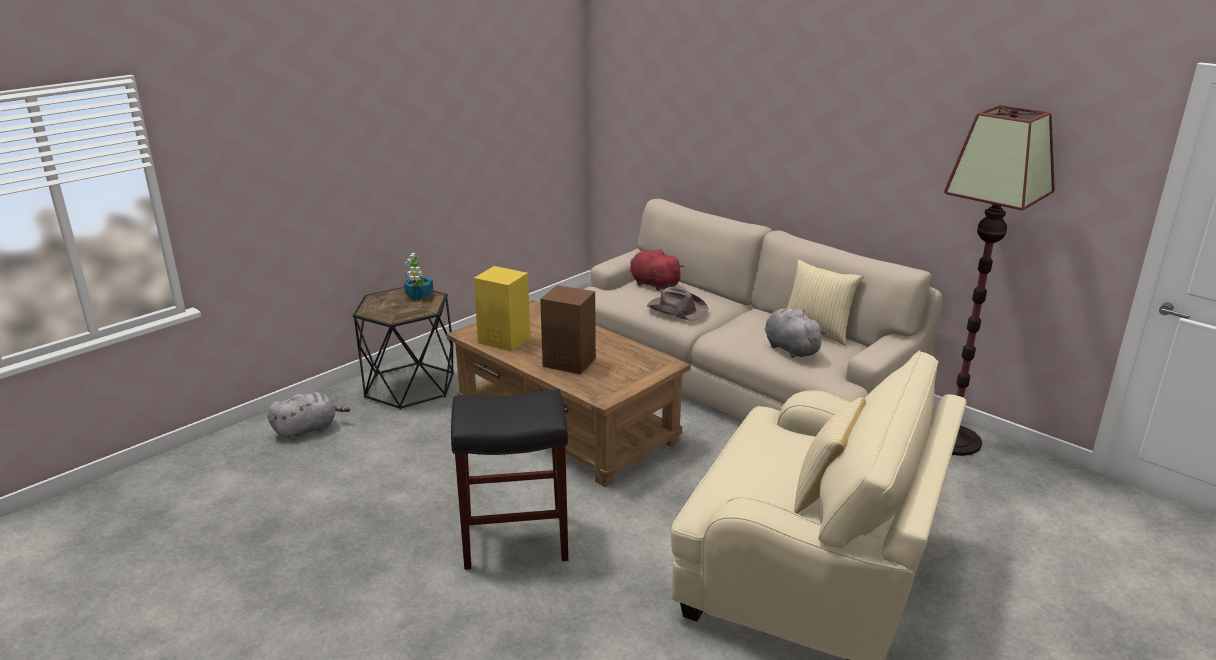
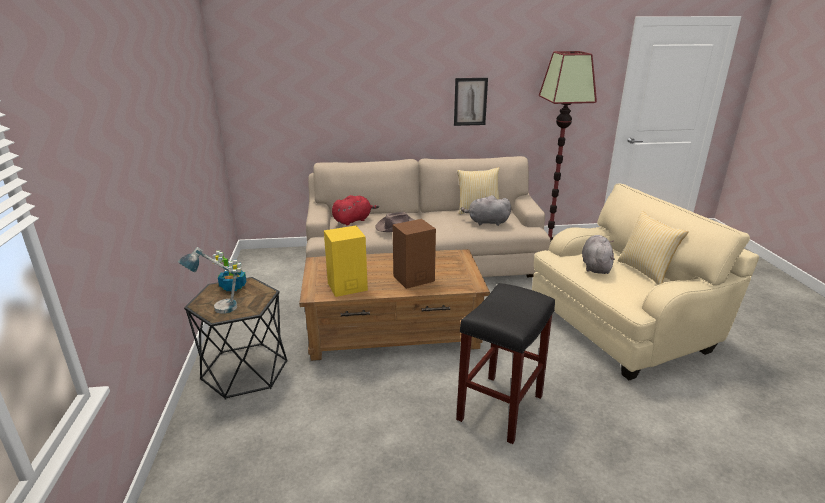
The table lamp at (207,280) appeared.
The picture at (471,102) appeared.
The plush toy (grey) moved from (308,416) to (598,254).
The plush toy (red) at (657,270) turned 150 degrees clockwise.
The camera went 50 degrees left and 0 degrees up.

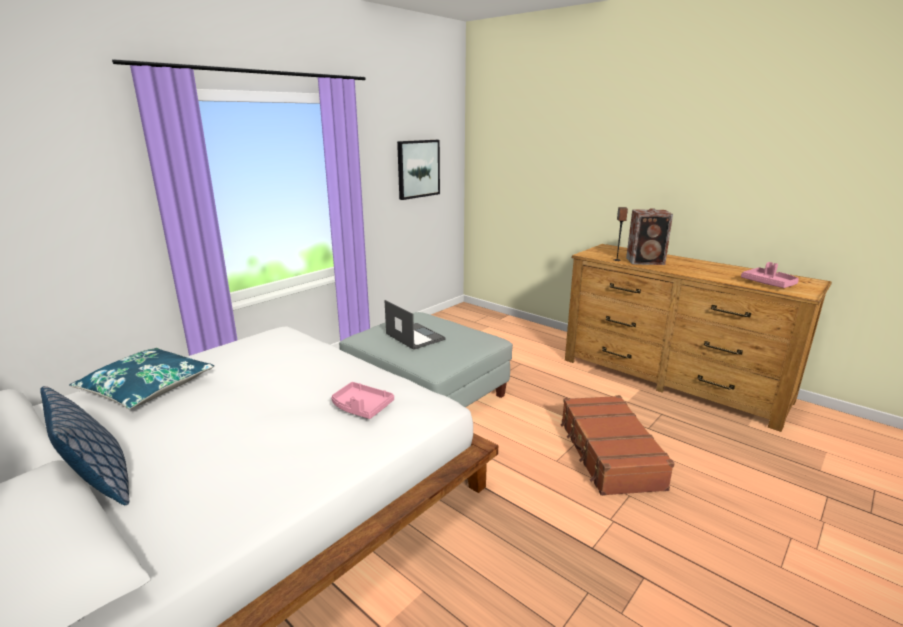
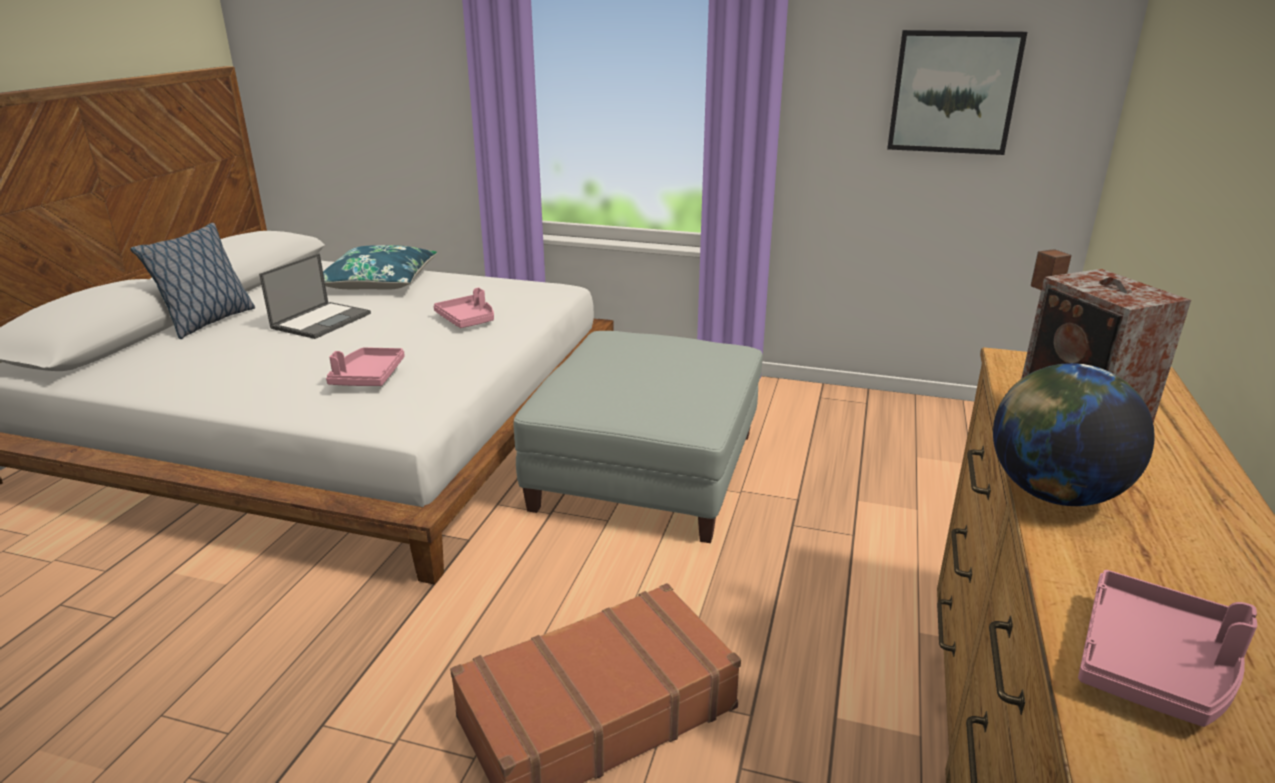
The tray (pink) at (464,308) appeared.
The globe at (1074,434) appeared.
The laptop moved from (415,325) to (315,296).
The camera went 65 degrees right and 5 degrees up.

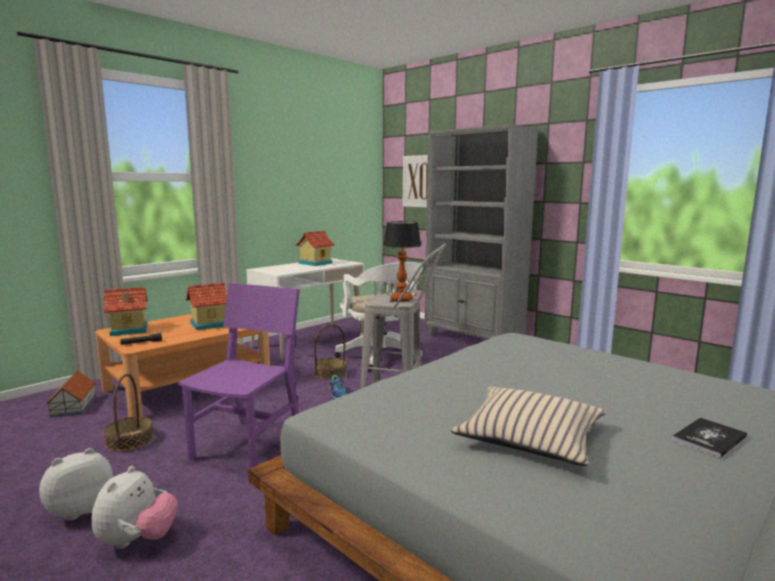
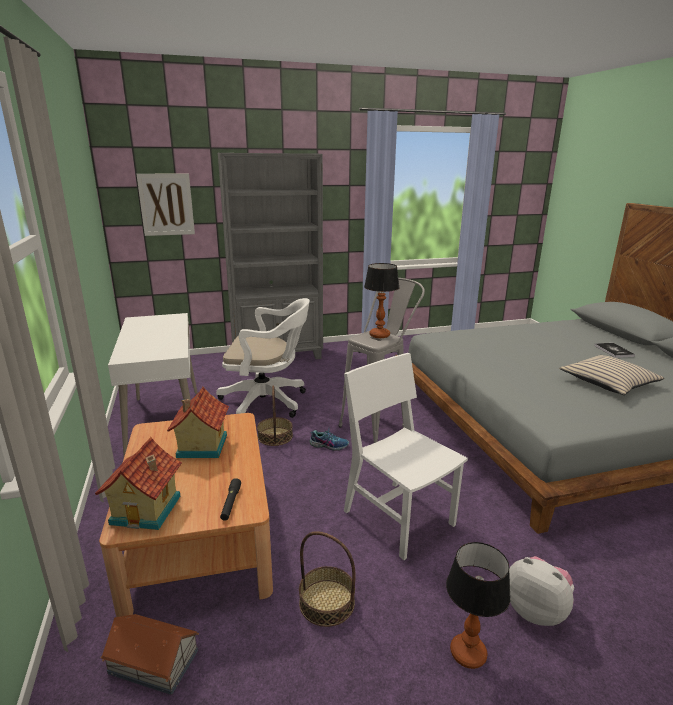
The toy house at (315,248) disappeared.
The plush toy at (76,484) was replaced by the table lamp at (478,605).
The chair (purple) at (239,376) became the chair (white) at (406,456).
The camera went 60 degrees left and 10 degrees up.

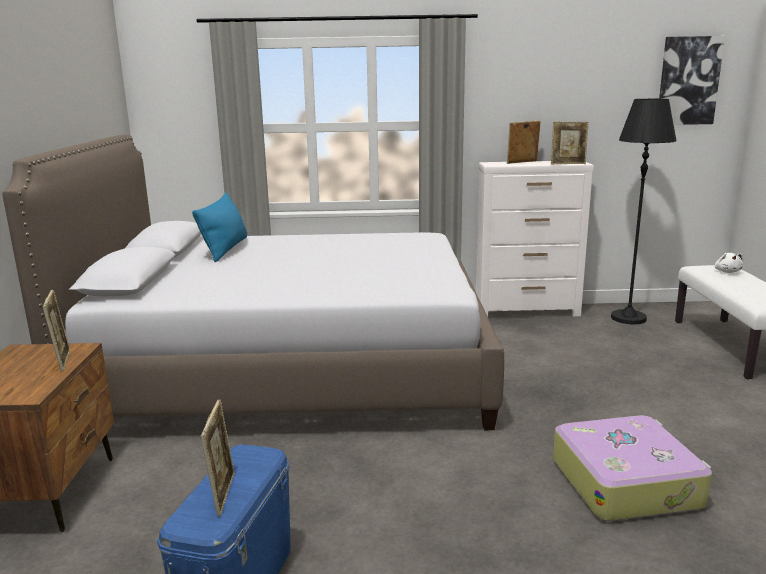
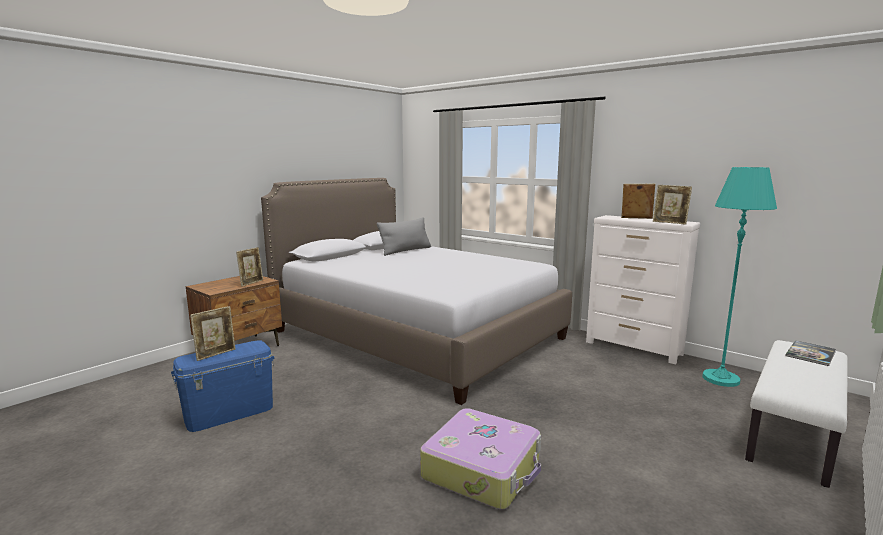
The picture at (692,80) disappeared.
The plush toy (white) at (729,263) was replaced by the book at (810,353).
The pillow (blue) at (219,227) became the pillow (grey) at (404,236).
The floor lamp (black) at (644,211) became the floor lamp (turquoise) at (739,277).
The camera went 40 degrees right and 5 degrees down.

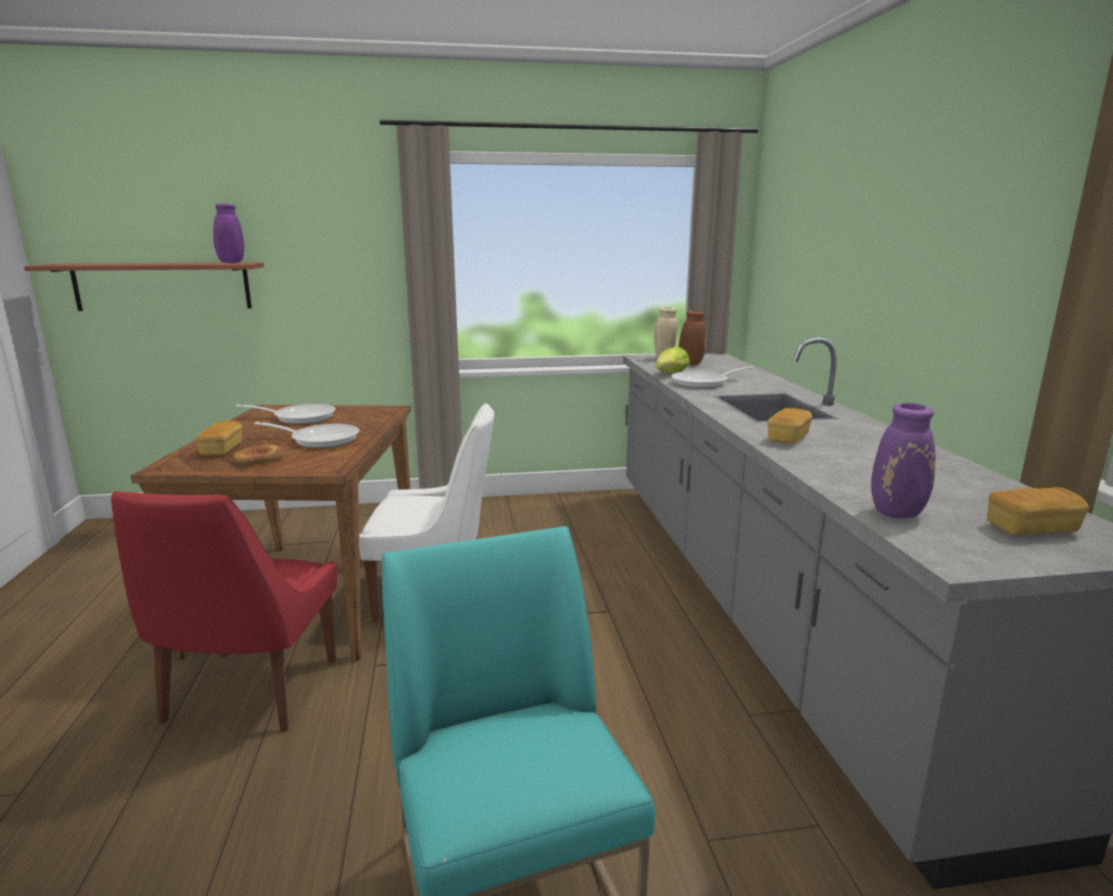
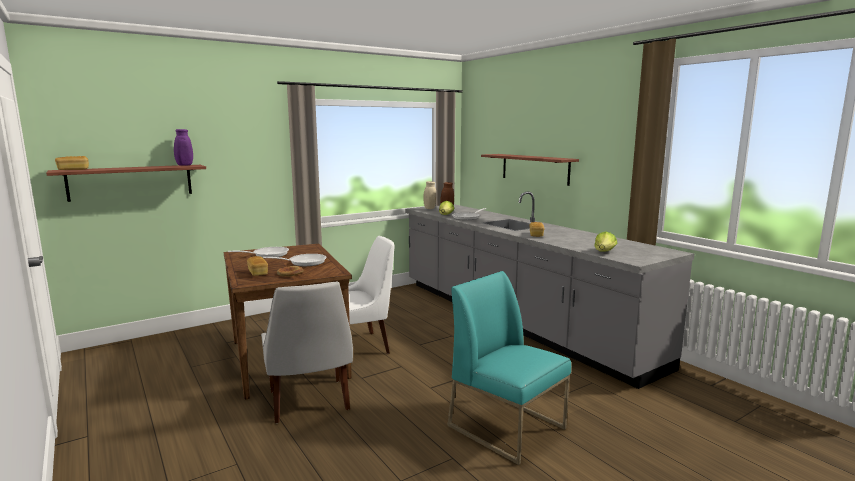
The shelf at (530,170) appeared.
The bread moved from (1038,511) to (72,163).
The vase (purple) at (903,460) was replaced by the lettuce at (605,241).
The chair (red) at (224,611) became the chair (white) at (307,352).
The camera went 25 degrees left and 5 degrees down.

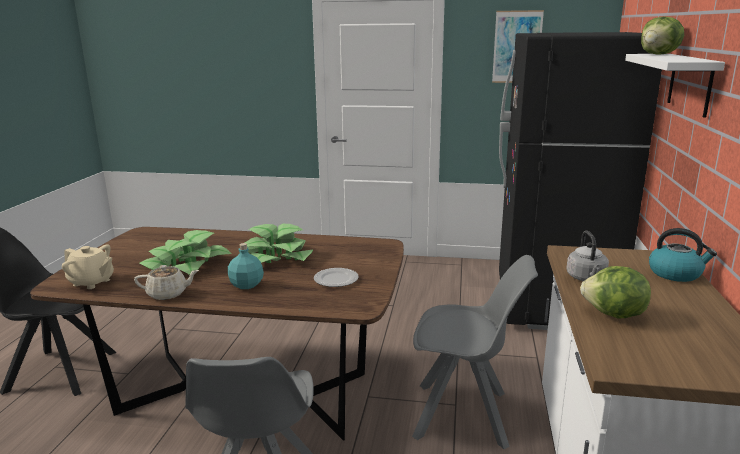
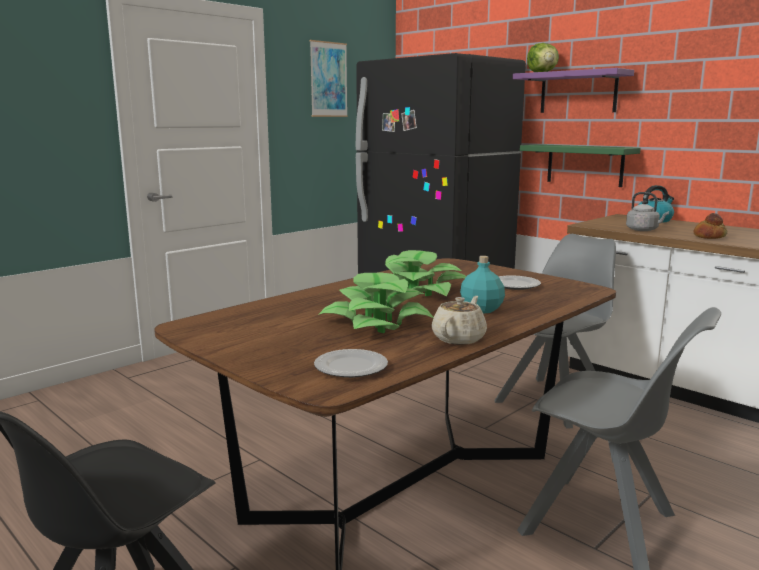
The shelf (green) at (580,165) appeared.
The teapot (beige) at (88,266) was replaced by the plate at (351,363).
The lettuce at (615,292) was replaced by the bread at (710,226).
The shelf (white) at (675,86) became the shelf (purple) at (573,90).
The camera went 55 degrees left and 5 degrees down.

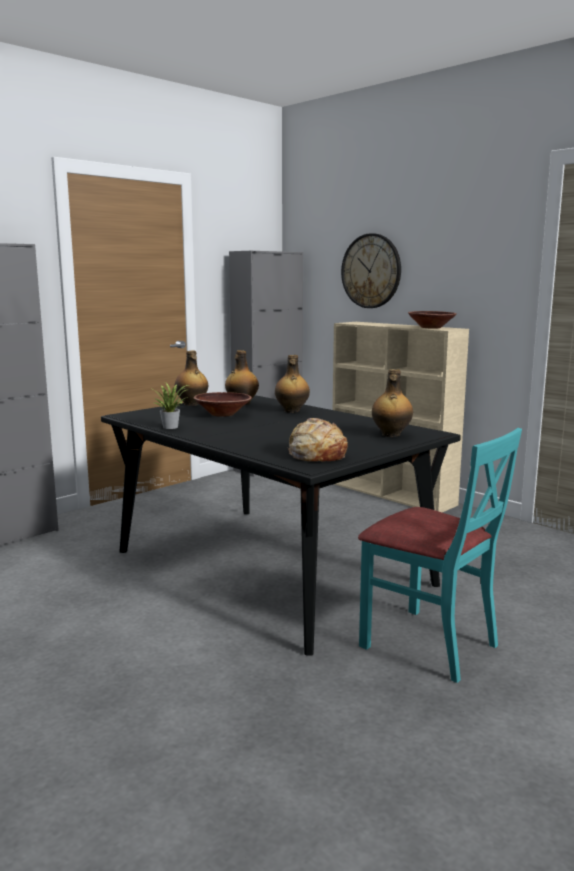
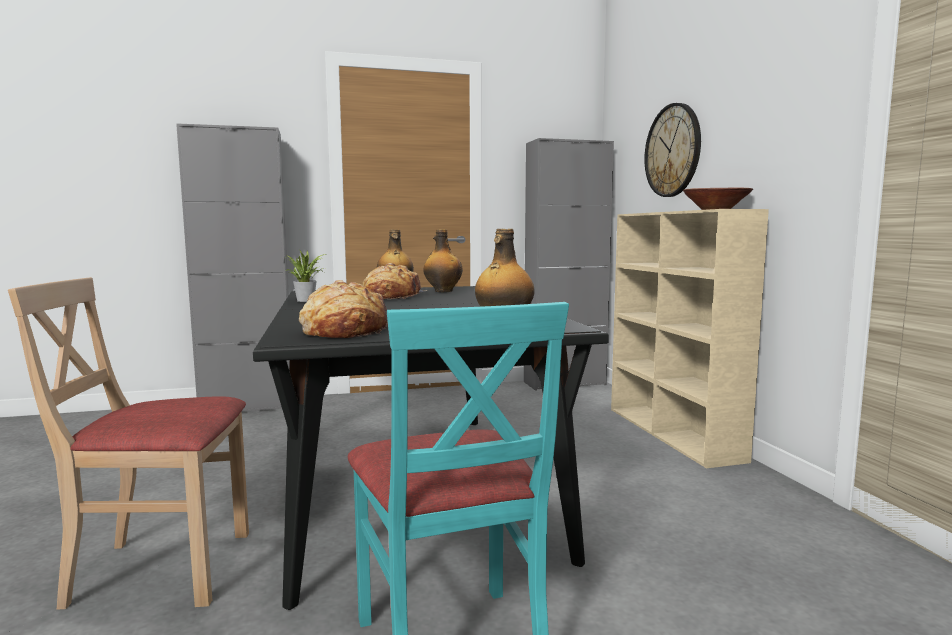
The bottle at (292,384) disappeared.
The chair (beige) at (128,443) appeared.
The bowl (brown) at (223,404) was replaced by the bread at (395,281).
The camera went 30 degrees right and 5 degrees down.

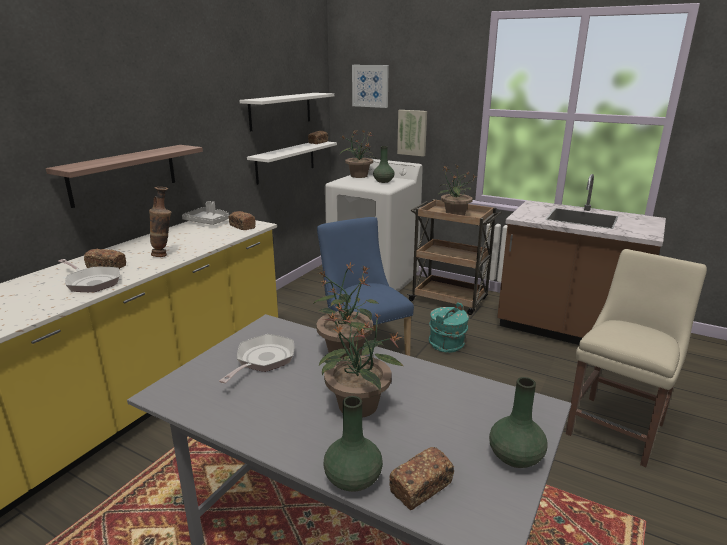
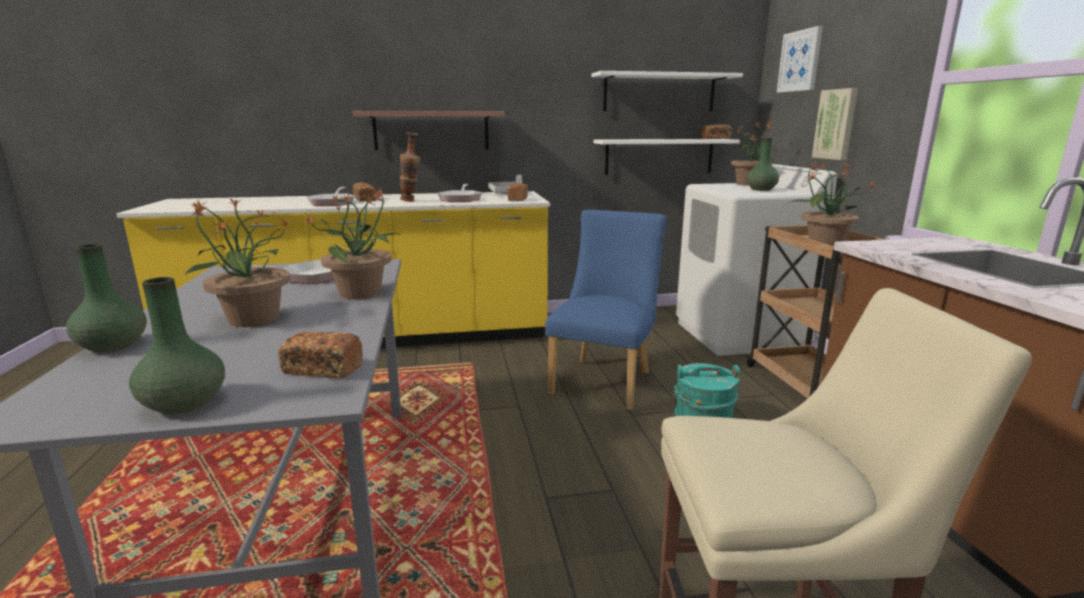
The frying pan at (459,193) appeared.
The bread moved from (421,478) to (320,355).
The camera went 50 degrees right and 5 degrees down.

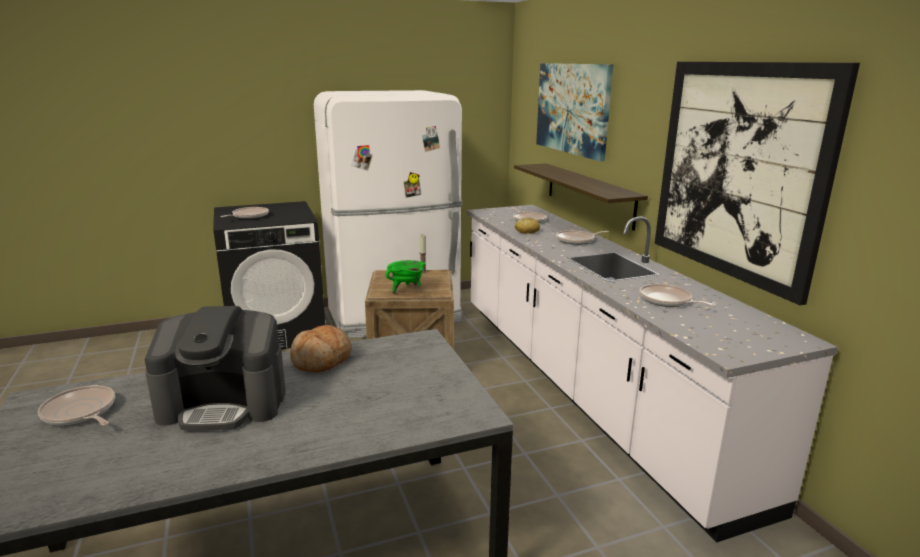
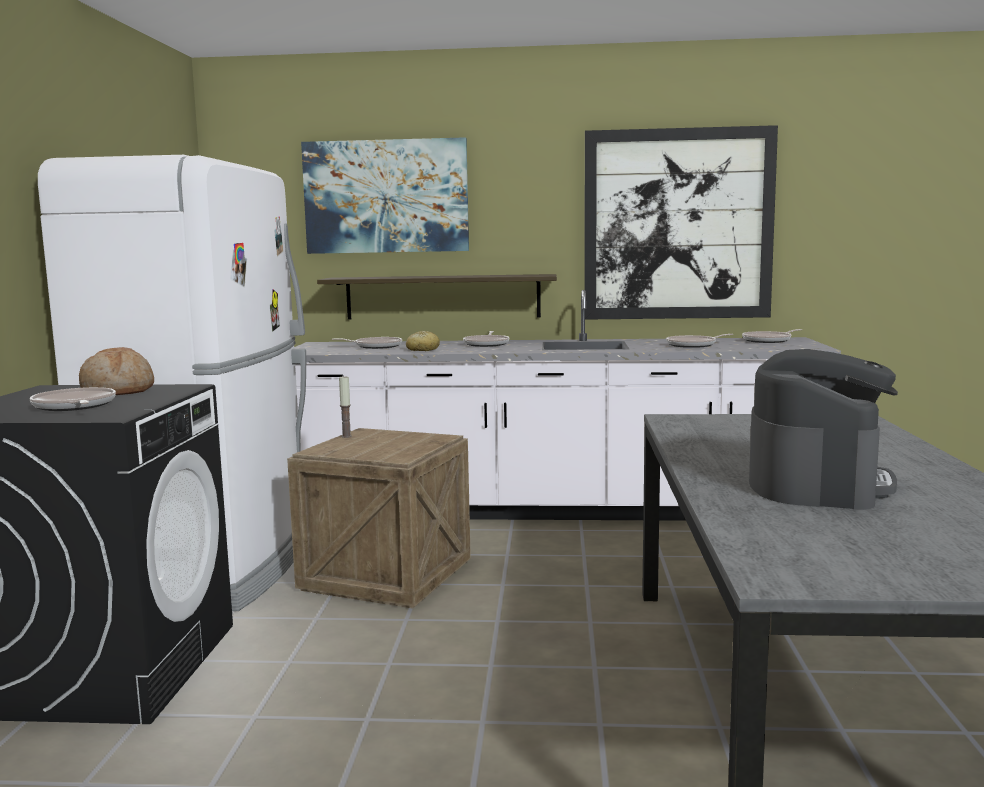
The cooking pot (green) at (405,277) disappeared.
The frying pan moved from (76,405) to (772,336).
The bread moved from (321,349) to (116,371).
The camera went 65 degrees left and 10 degrees down.

